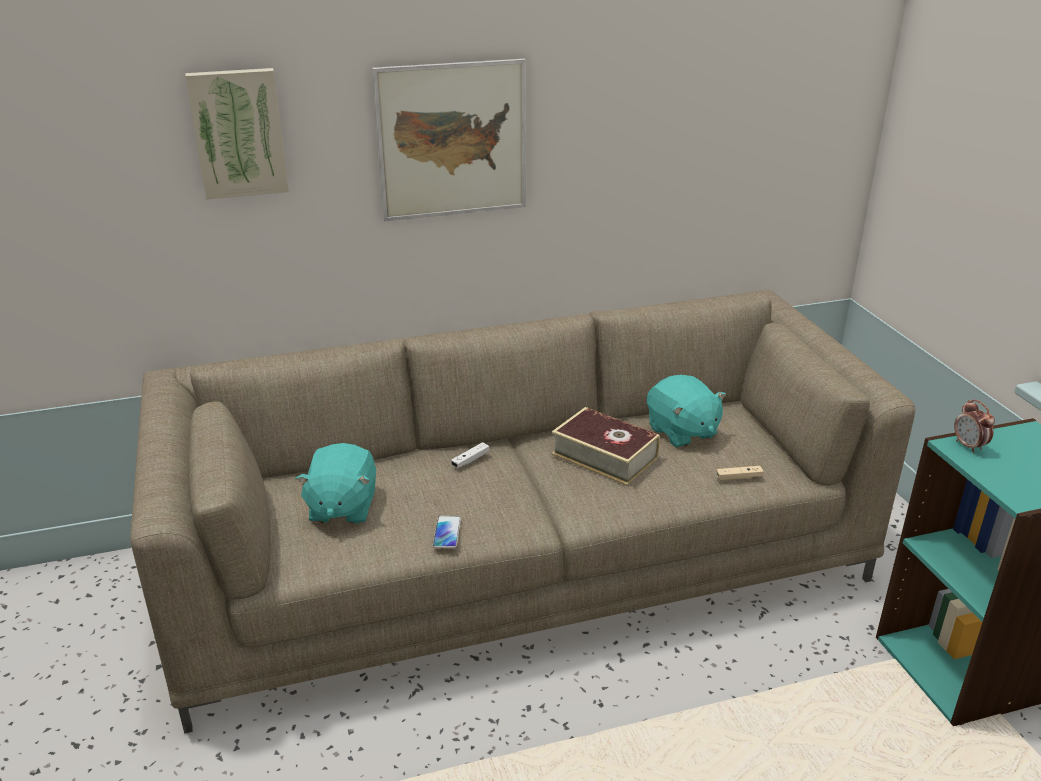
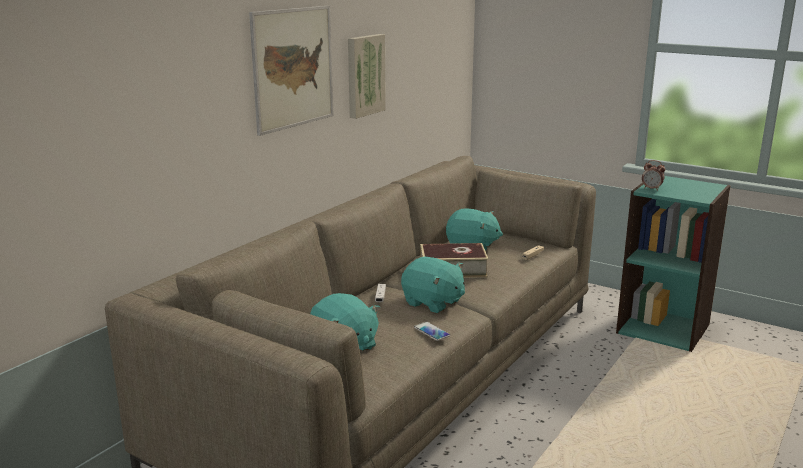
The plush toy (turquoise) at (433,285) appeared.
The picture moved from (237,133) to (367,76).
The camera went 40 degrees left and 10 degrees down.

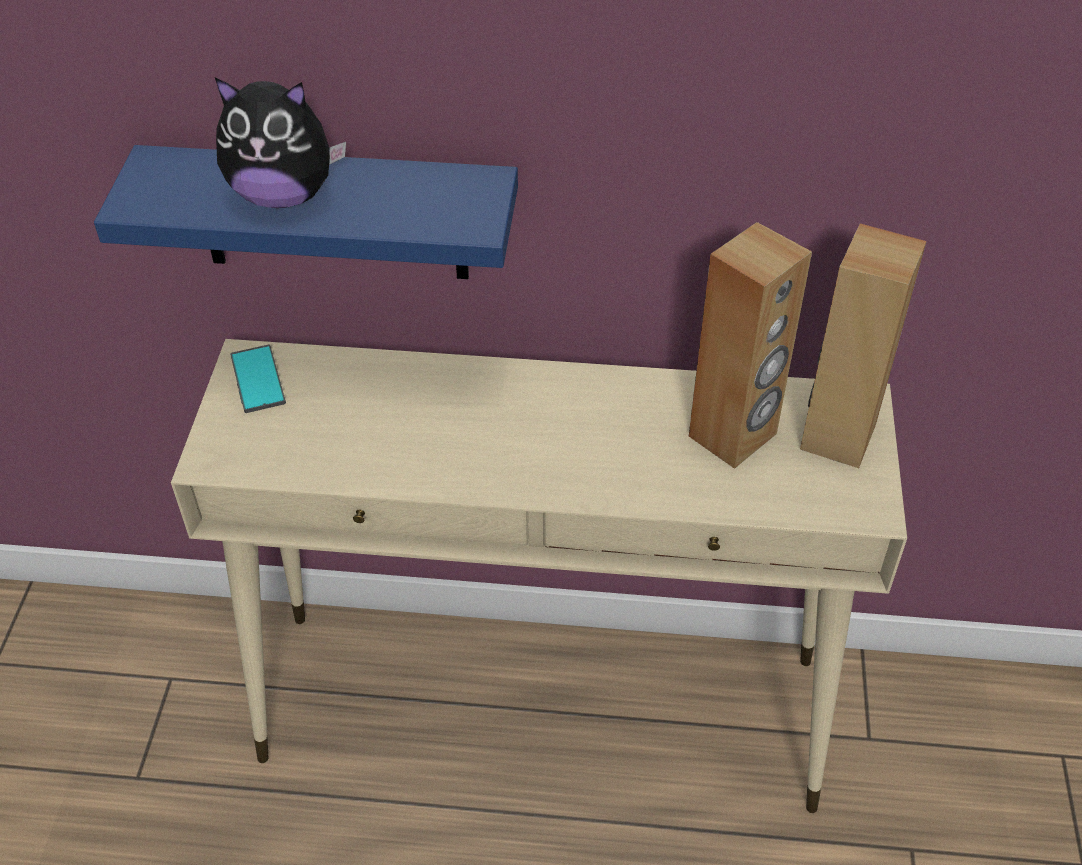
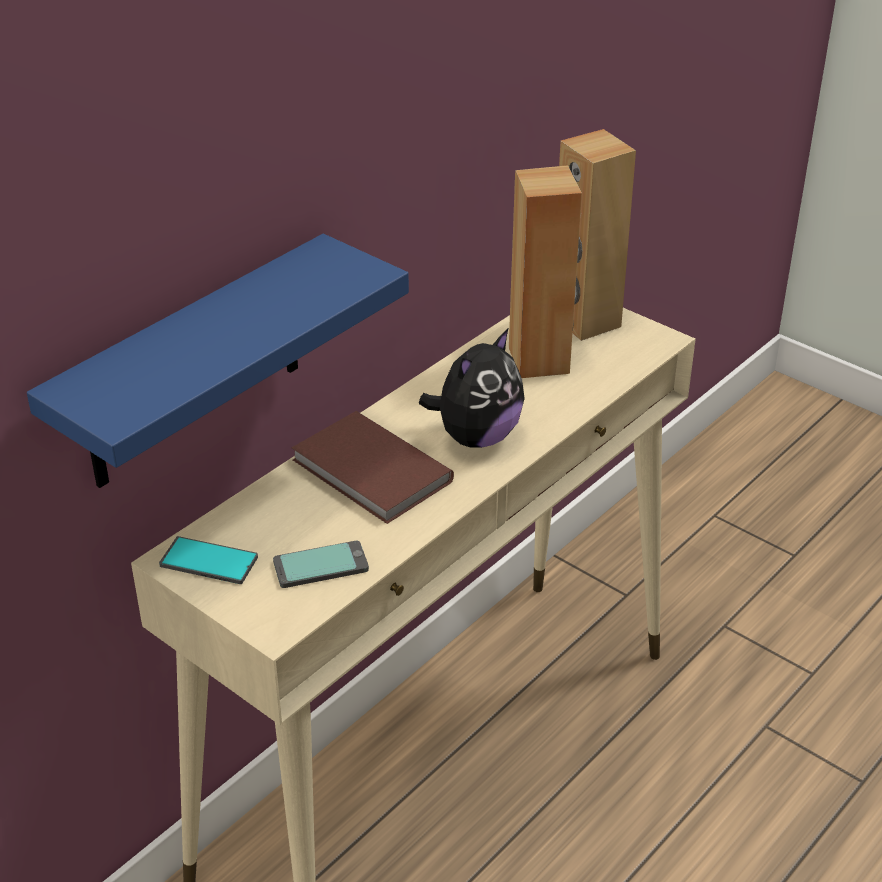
The phone at (321,564) appeared.
The book (brown) at (373,467) appeared.
The plush toy moved from (280,143) to (472,388).
The camera went 55 degrees left and 10 degrees down.

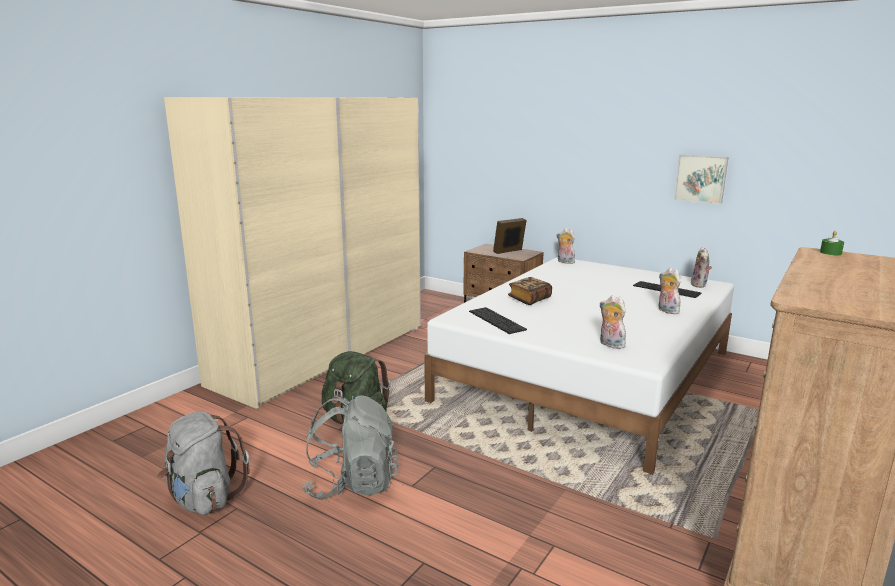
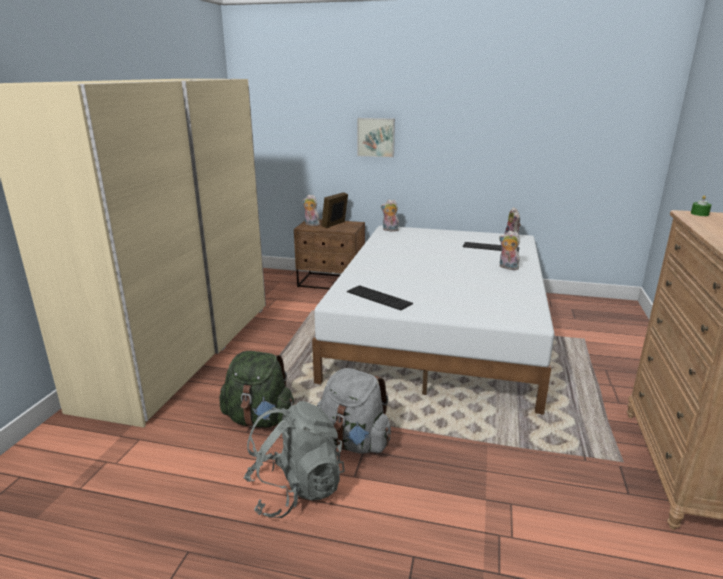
The book at (530,291) disappeared.
The backpack (grey) moved from (204,463) to (354,411).
The plush toy moved from (612,322) to (311,210).
The picture moved from (701,179) to (376,138).
The camera went 20 degrees left and 5 degrees up.

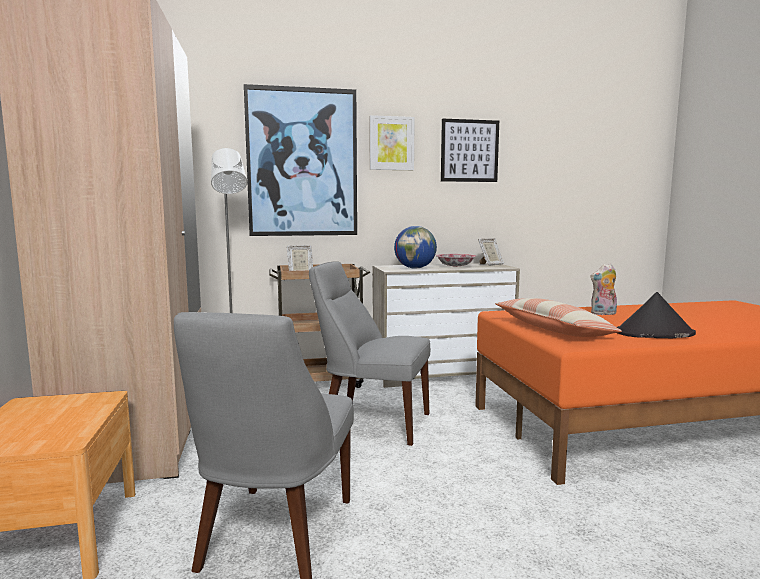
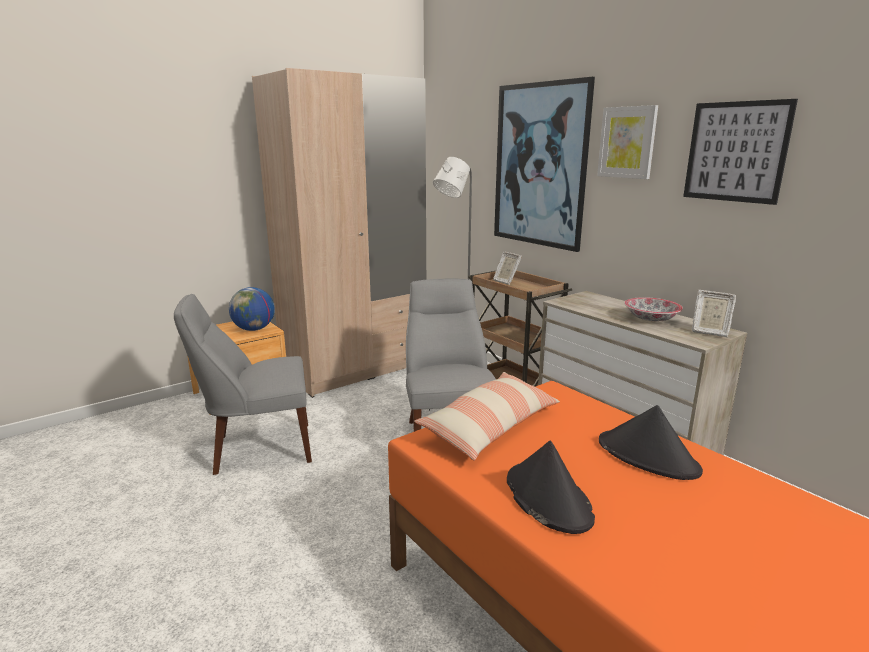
The globe moved from (415,247) to (252,309).
The plush toy at (604,289) was replaced by the hat (black) at (651,442).
The camera went 65 degrees right and 10 degrees up.

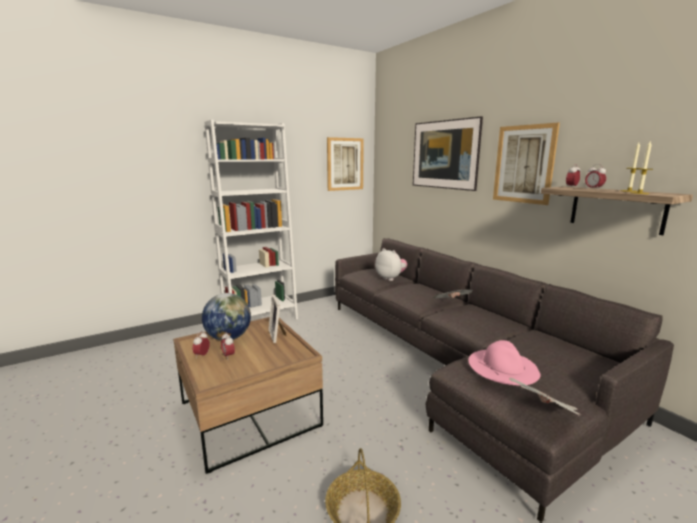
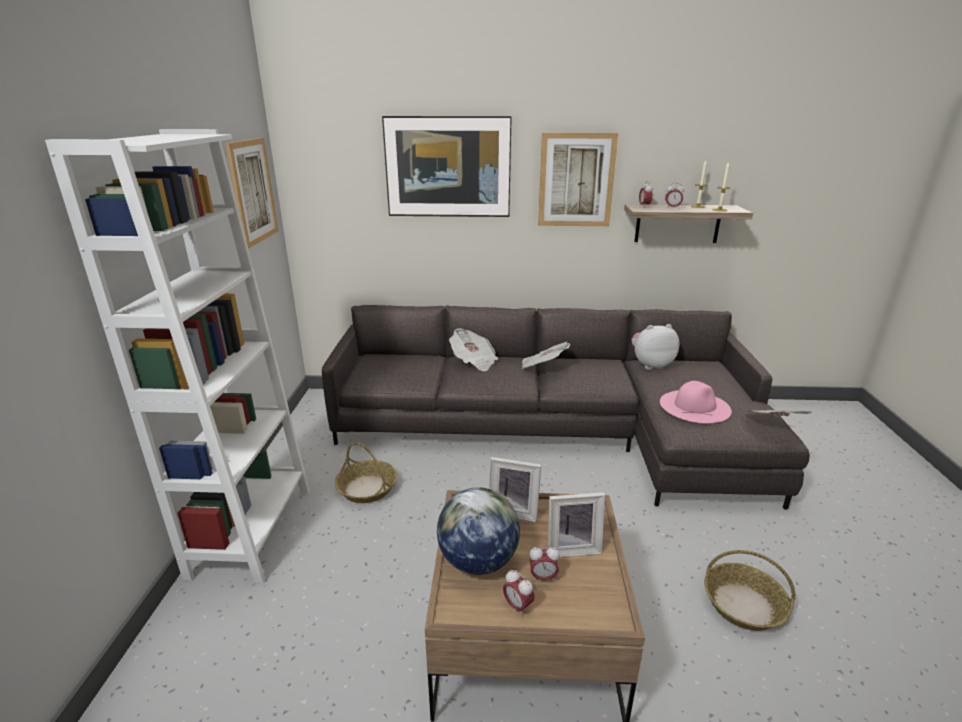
The basket at (366,472) appeared.
The newspaper at (473,349) appeared.
The picture frame at (576,524) appeared.
The plush toy moved from (391,264) to (656,347).
The camera went 55 degrees left and 10 degrees up.

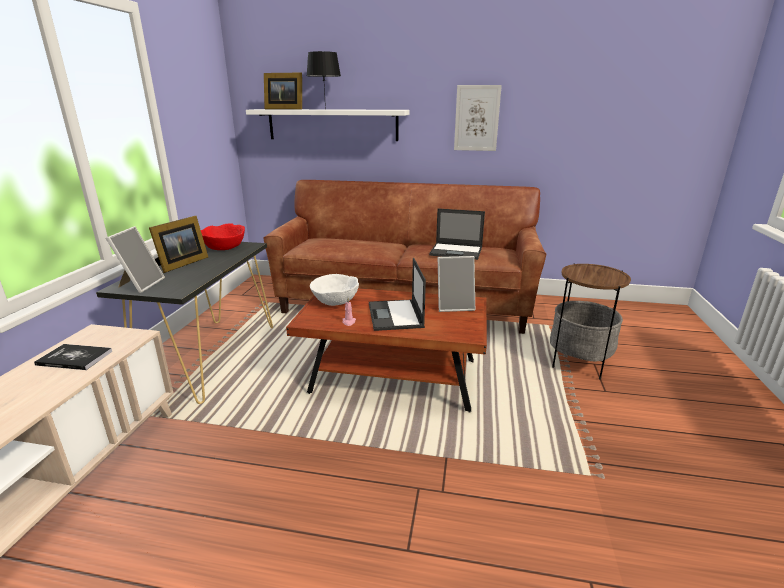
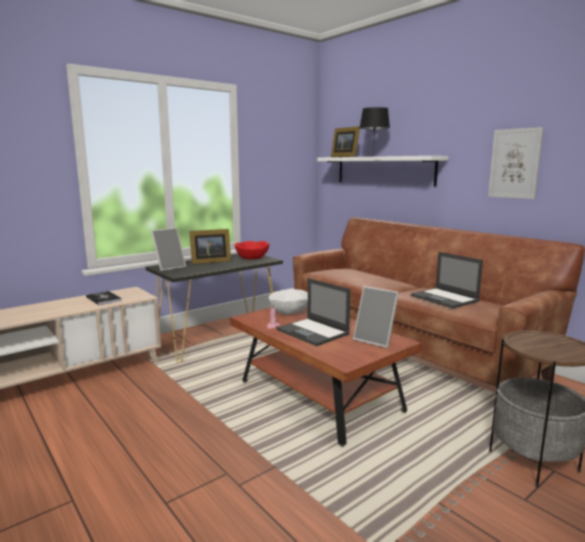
The laptop at (397,294) turned 75 degrees counterclockwise.
The camera went 40 degrees right and 10 degrees down.

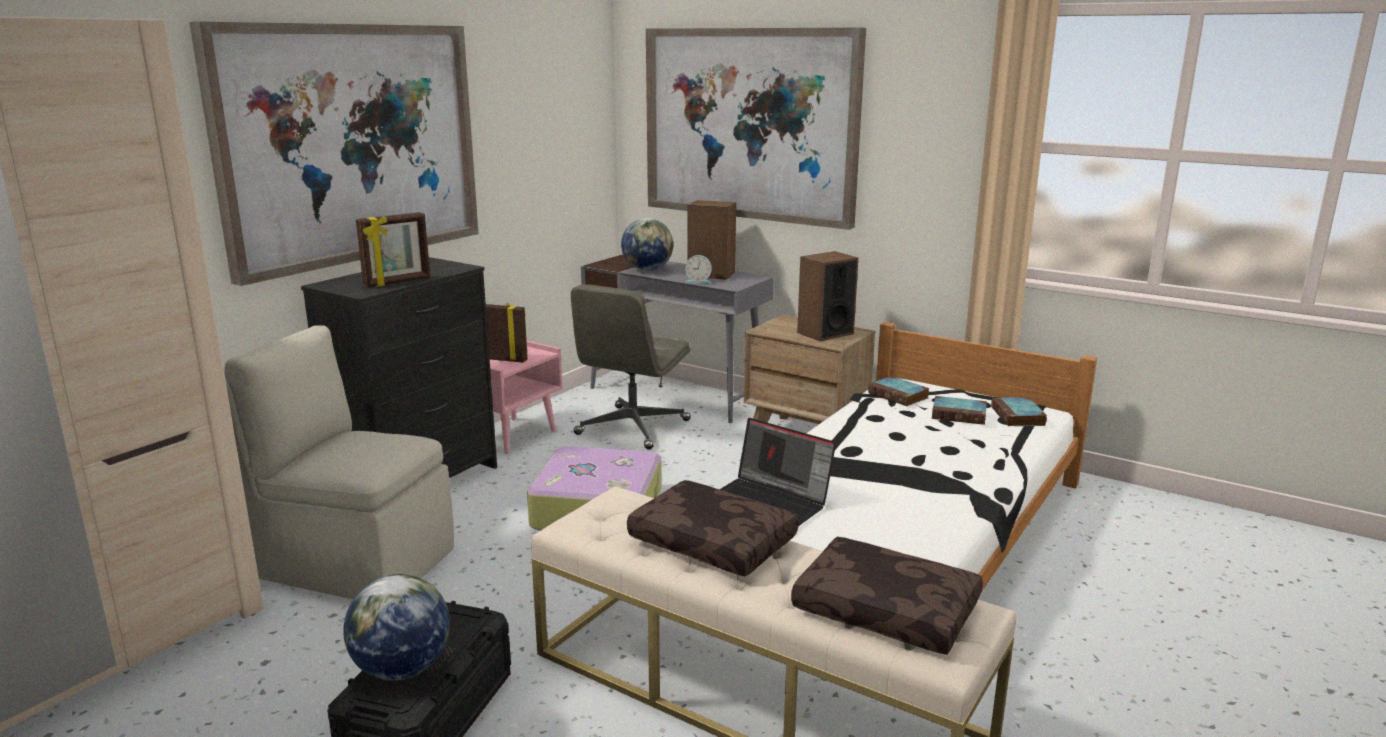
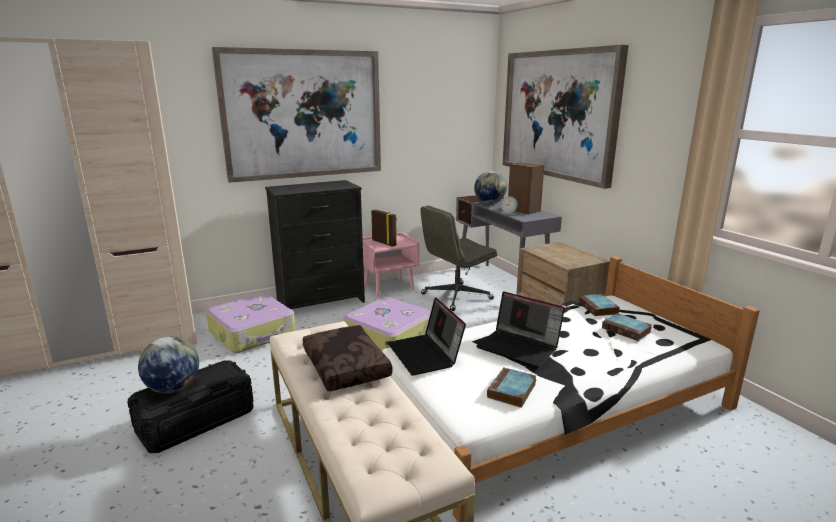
The picture frame at (393,249) disappeared.
The pillow (brown) at (887,596) disappeared.
The speaker at (827,296) disappeared.
The laptop at (520,329) appeared.
The book moved from (1019,411) to (511,387).
The chair (beige) at (338,462) was replaced by the suitcase at (251,323).
The camera went 30 degrees right and 0 degrees up.

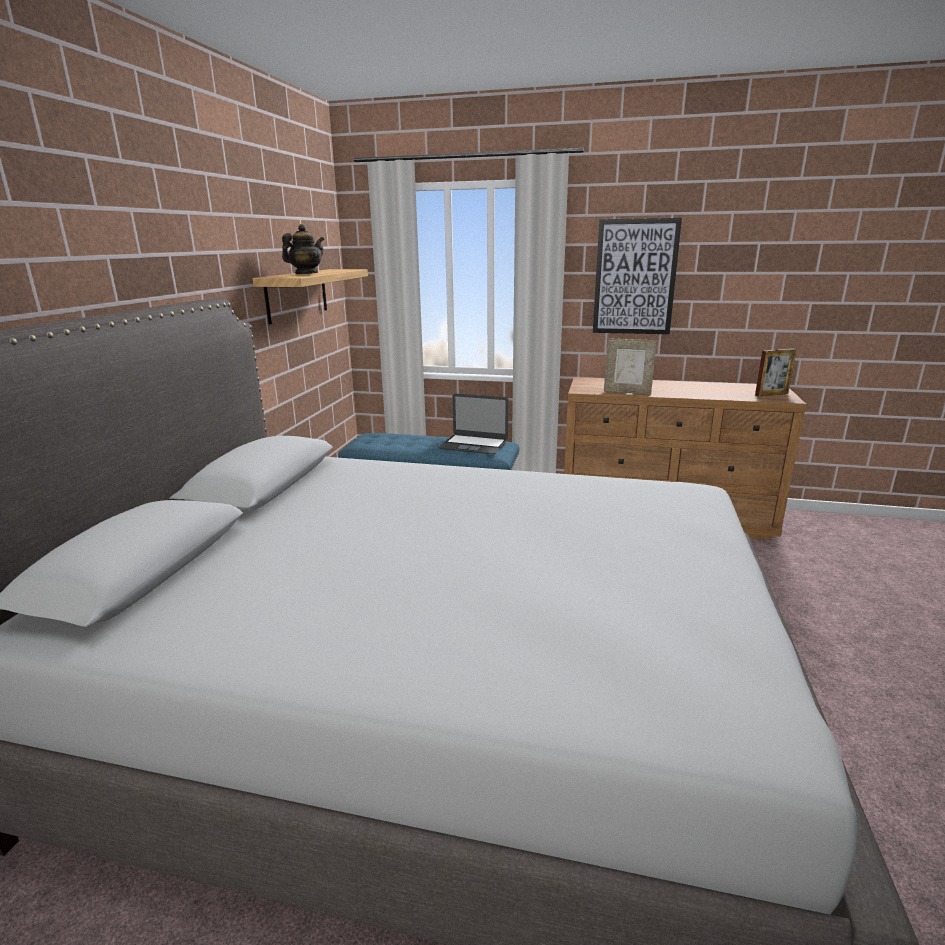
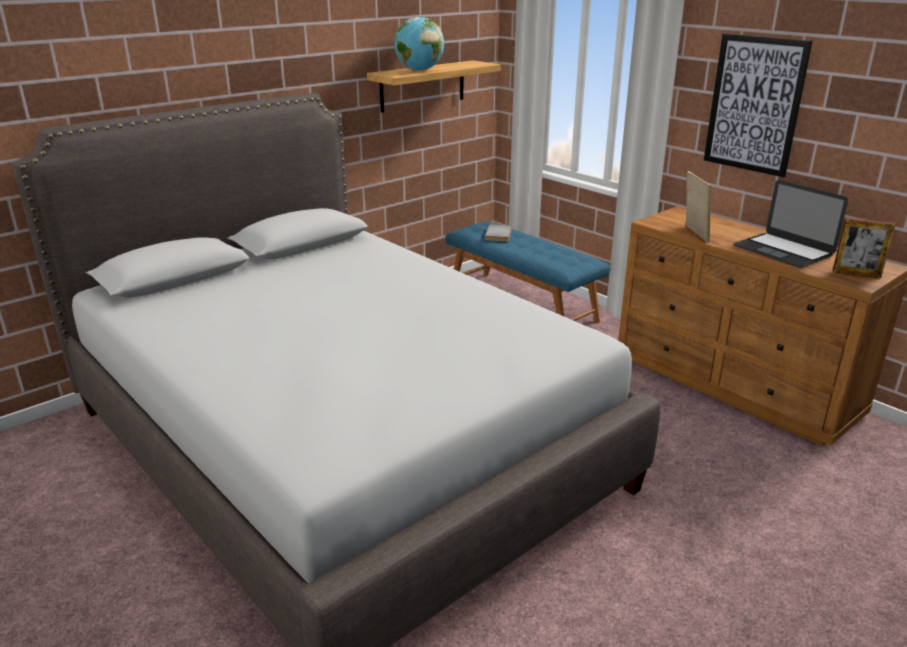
The book (grey) at (498,232) appeared.
The laptop moved from (473,424) to (790,224).
The teapot at (303,249) was replaced by the globe at (419,44).
The picture frame at (630,366) turned 150 degrees counterclockwise.
The camera went 35 degrees right and 5 degrees up.

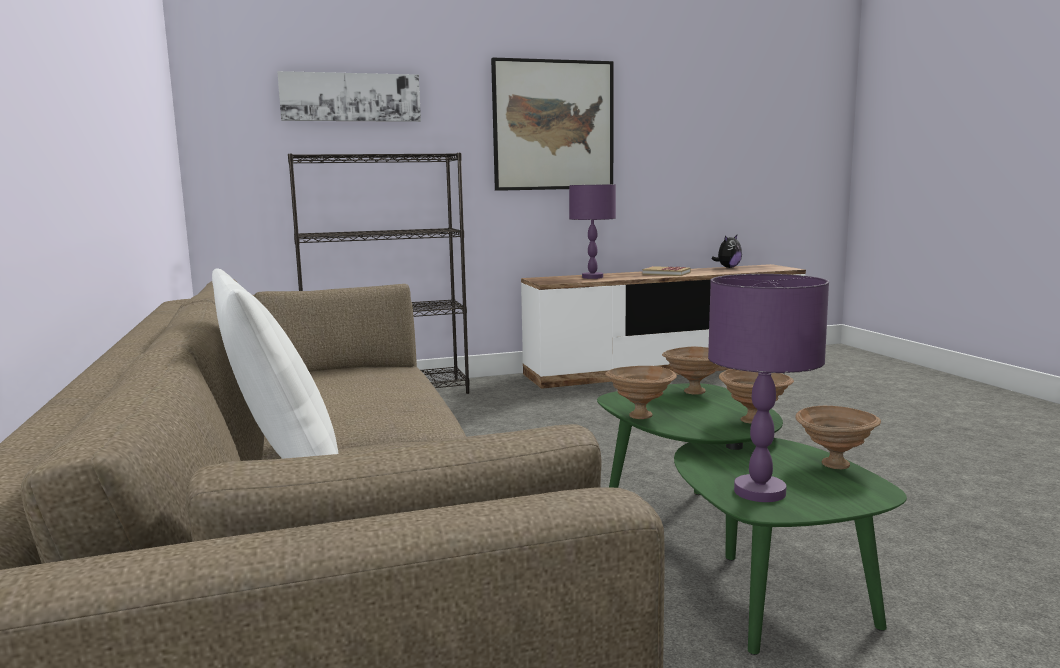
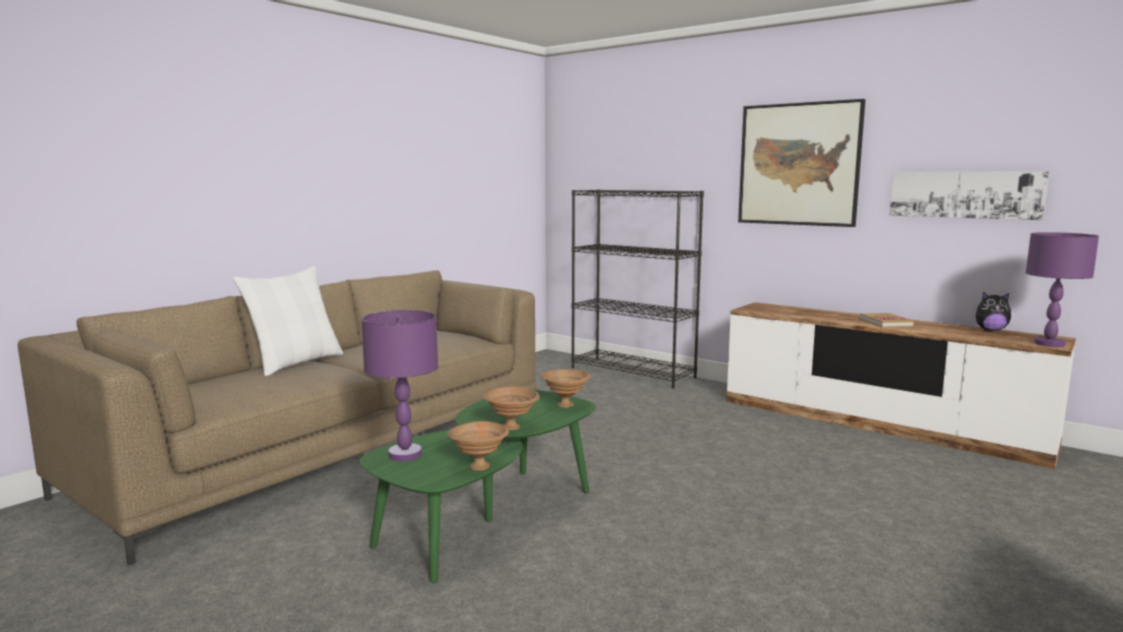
The bowl (brown) at (641,392) disappeared.
The picture moved from (349,96) to (969,195).
The table lamp (purple) moved from (592,231) to (1062,289).
The camera went 55 degrees right and 0 degrees up.

